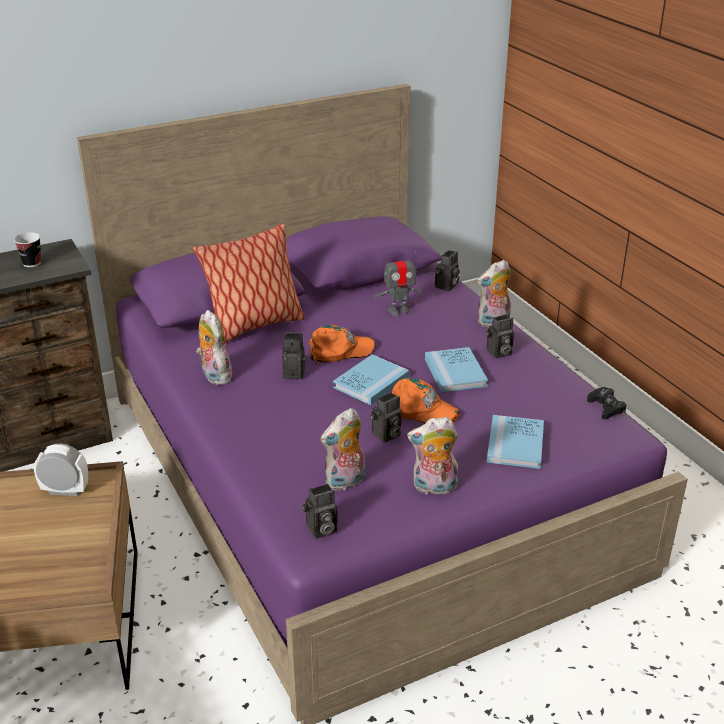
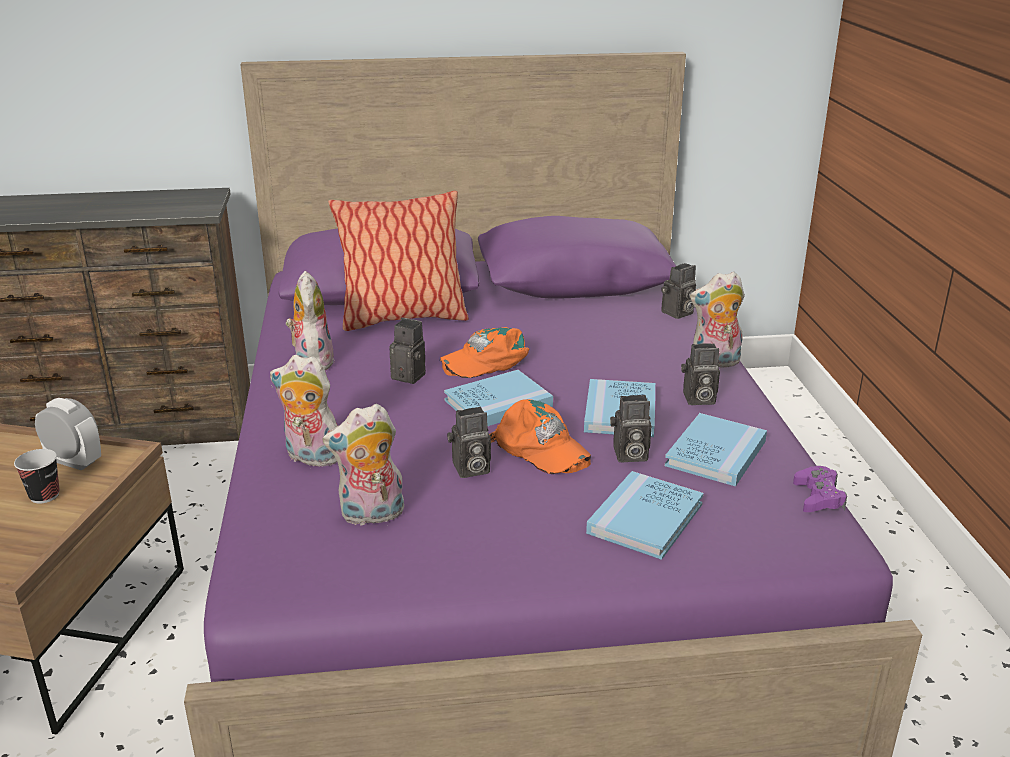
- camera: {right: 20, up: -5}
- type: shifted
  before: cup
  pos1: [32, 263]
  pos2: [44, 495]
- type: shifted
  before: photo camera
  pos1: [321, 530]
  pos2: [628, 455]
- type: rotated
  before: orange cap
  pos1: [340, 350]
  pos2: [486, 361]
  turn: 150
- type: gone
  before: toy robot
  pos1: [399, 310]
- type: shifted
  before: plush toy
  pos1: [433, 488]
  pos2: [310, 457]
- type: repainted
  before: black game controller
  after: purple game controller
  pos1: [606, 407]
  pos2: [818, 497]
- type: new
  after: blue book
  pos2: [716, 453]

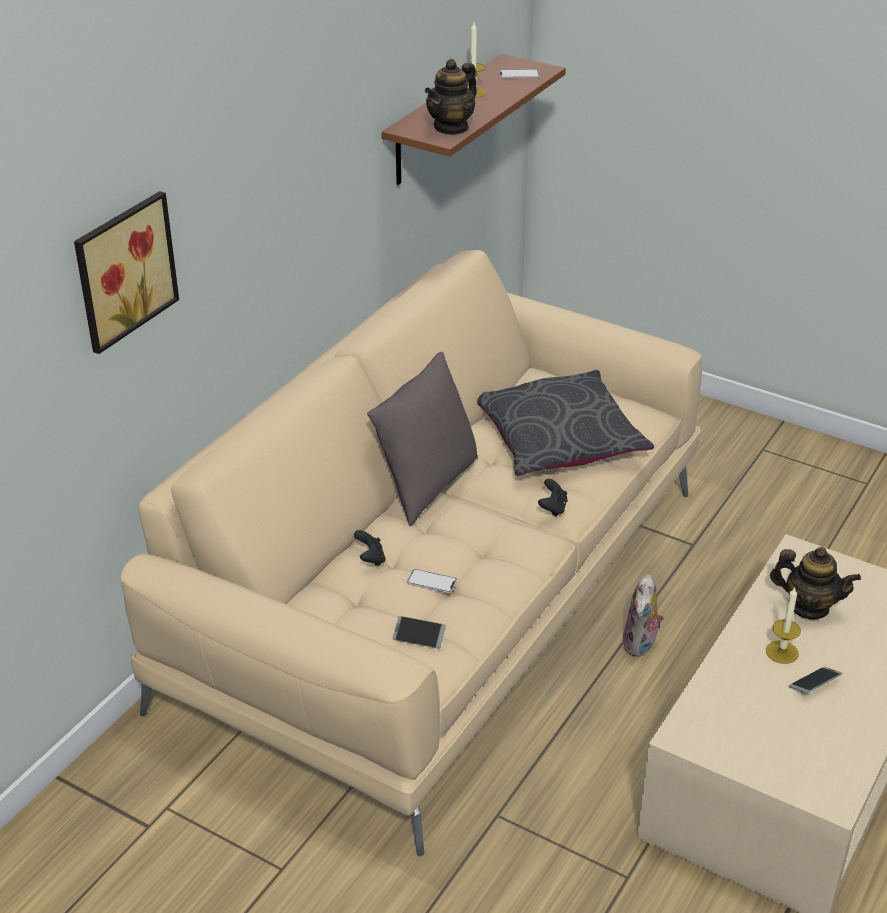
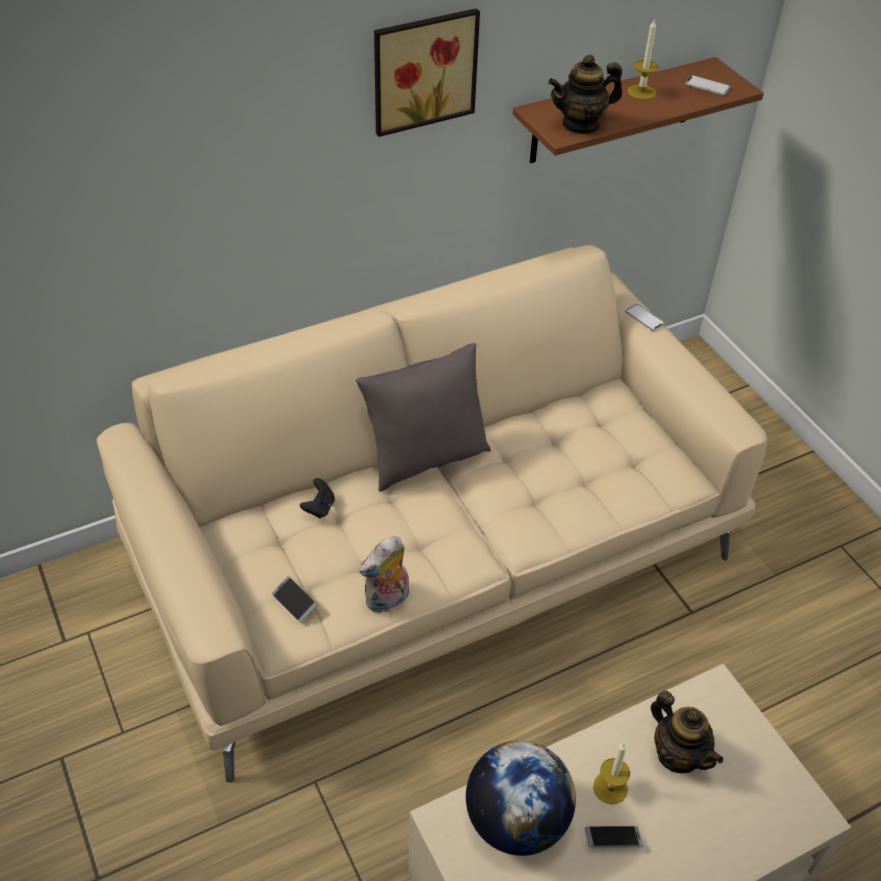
- camera: {right: 30, up: 10}
- type: shifted
  before: picture
  pos1: [122, 269]
  pos2: [423, 69]
- type: shifted
  before: phone
  pos1: [432, 582]
  pos2: [644, 318]
- type: gone
  before: grey pillow
  pos1: [558, 438]
- type: gone
  before: black game controller
  pos1: [553, 508]
- type: shifted
  before: plush toy
  pos1: [641, 645]
  pos2: [387, 601]
- type: new
  after: globe
  pos2: [516, 821]

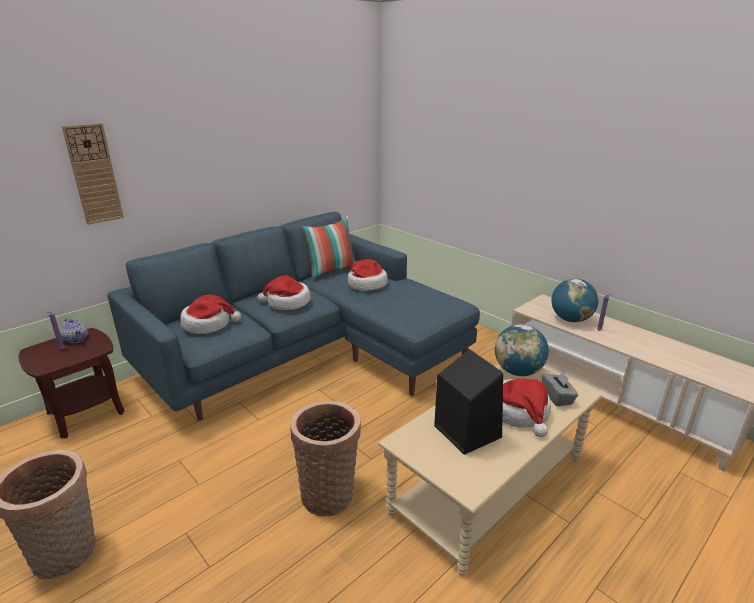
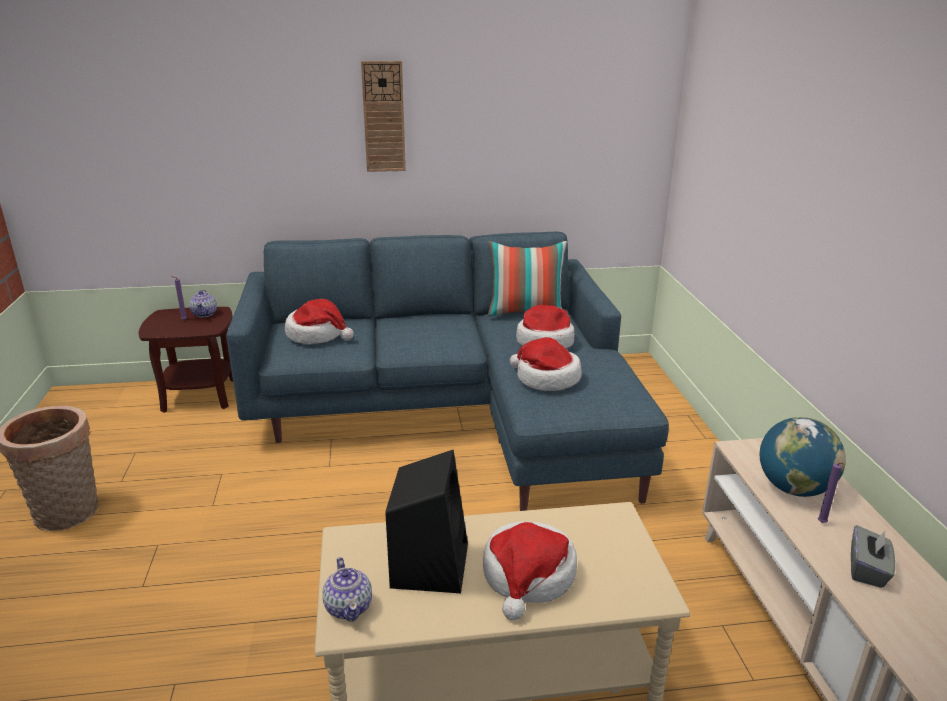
- camera: {right: 35, up: 0}
- type: shifted
  before: wall clock
  pos1: [94, 174]
  pos2: [383, 117]
- type: shifted
  before: hat
  pos1: [287, 302]
  pos2: [546, 378]
- type: gone
  before: basket
  pos1: [329, 493]
- type: gone
  before: globe
  pos1: [518, 371]
- type: shifted
  before: grey tissue box
  pos1: [557, 397]
  pos2: [867, 570]
- type: new
  after: teapot
  pos2: [349, 606]

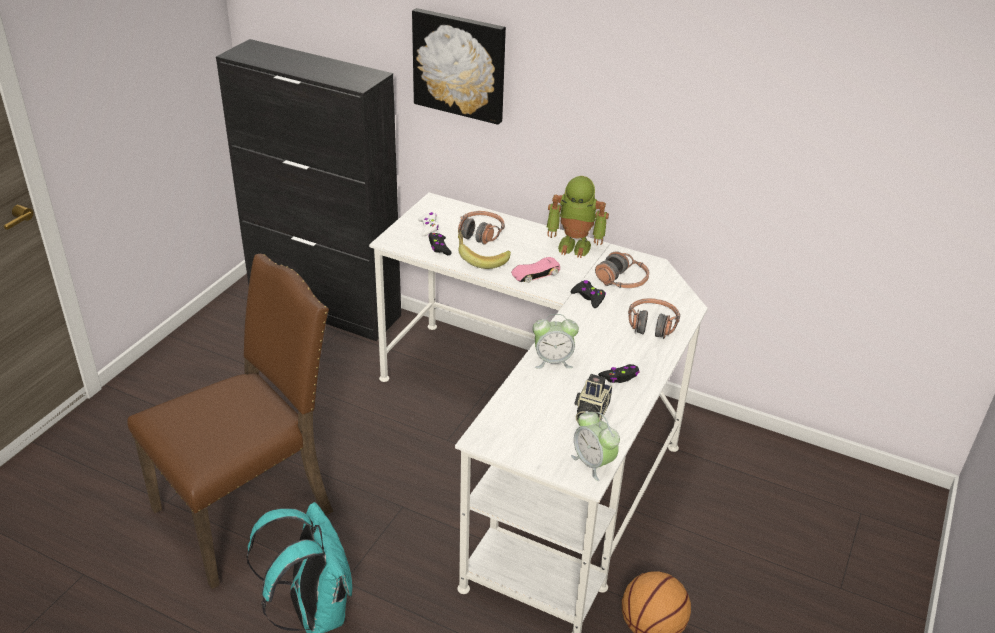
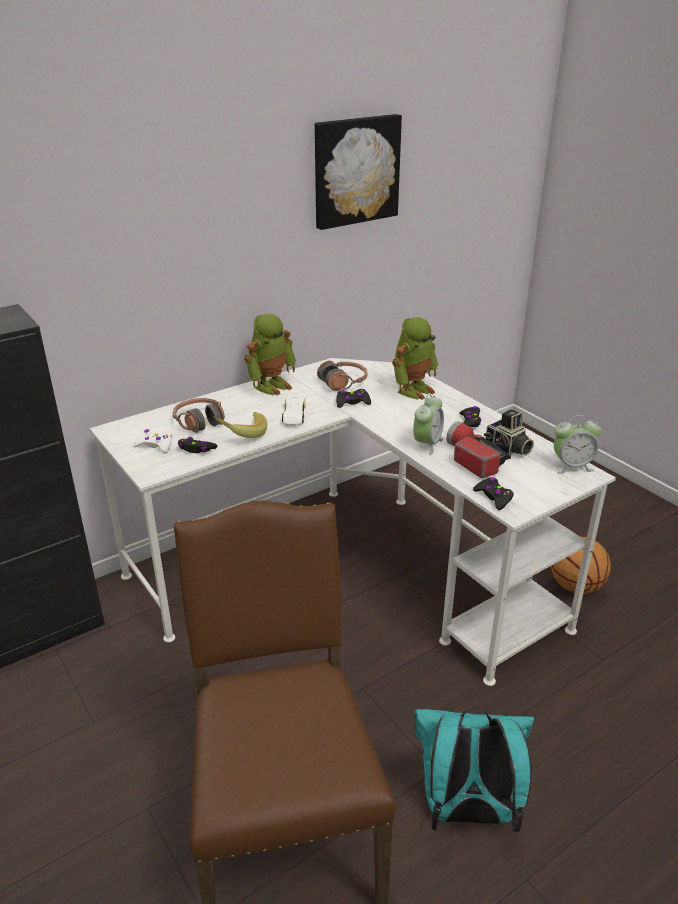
- camera: {right: -60, up: -5}
- type: shifted
  before: picture
  pos1: [460, 65]
  pos2: [355, 170]
- type: repainted
  before: pink toy car
  after: white toy car
  pos1: [535, 274]
  pos2: [294, 415]
- type: swapped
  before: headphones
  after: toy robot
  pos1: [652, 325]
  pos2: [413, 389]
- type: new
  after: flashlight
  pos2: [472, 459]
- type: new
  after: black game controller
  pos2: [493, 497]

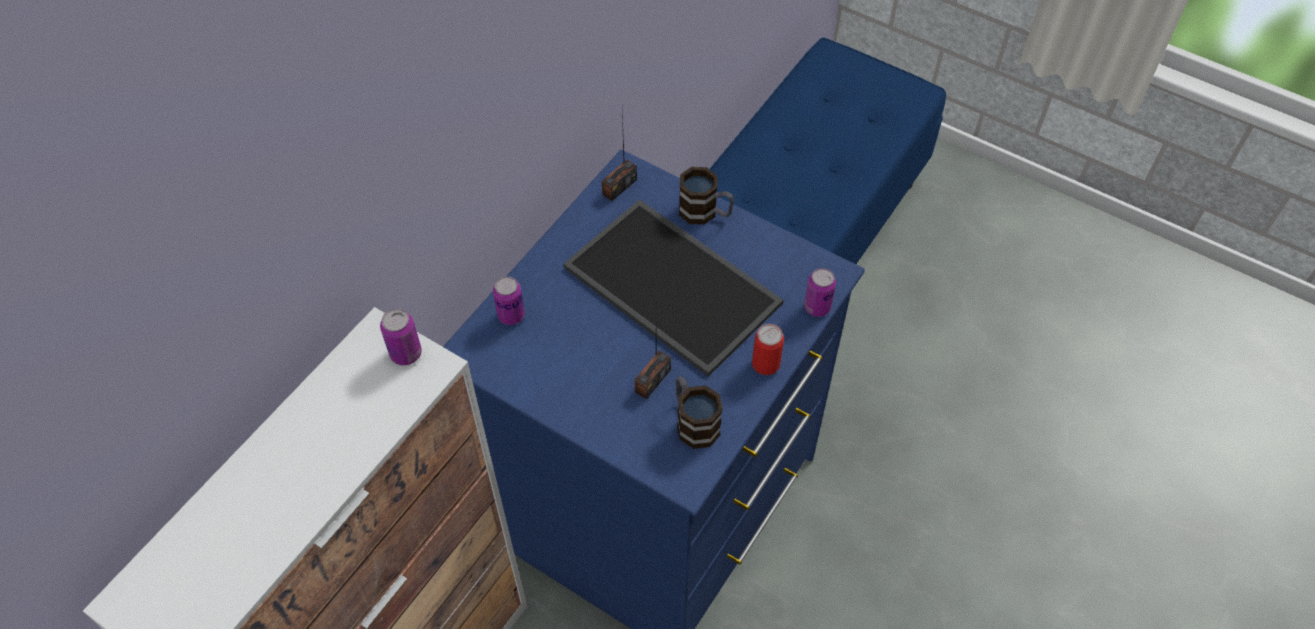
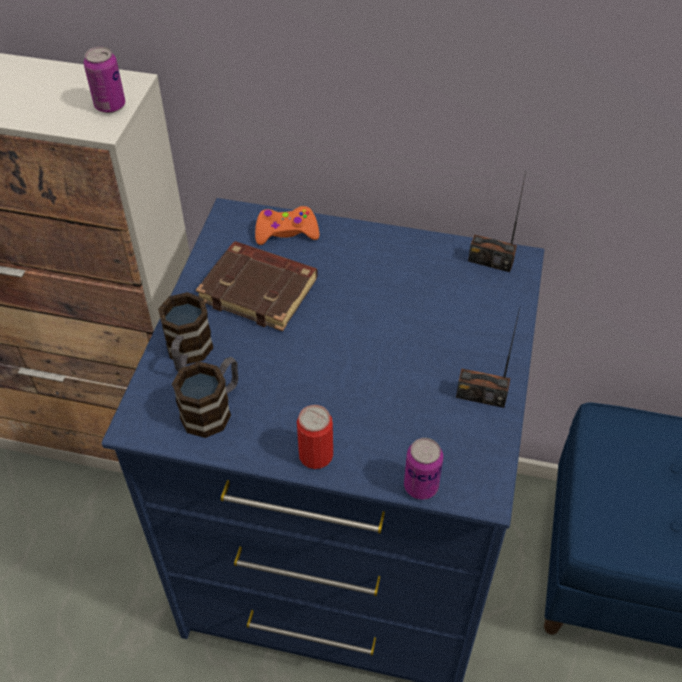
- camera: {right: 70, up: -5}
- type: swapped
  before: can
  after: orange game controller
  pos1: [511, 315]
  pos2: [286, 232]
- type: gone
  before: tray
  pos1: [675, 285]
- type: shifted
  before: radio
  pos1: [652, 380]
  pos2: [481, 395]
- type: shifted
  before: mug
  pos1: [705, 213]
  pos2: [187, 354]
- type: new
  after: brown book
  pos2: [260, 290]

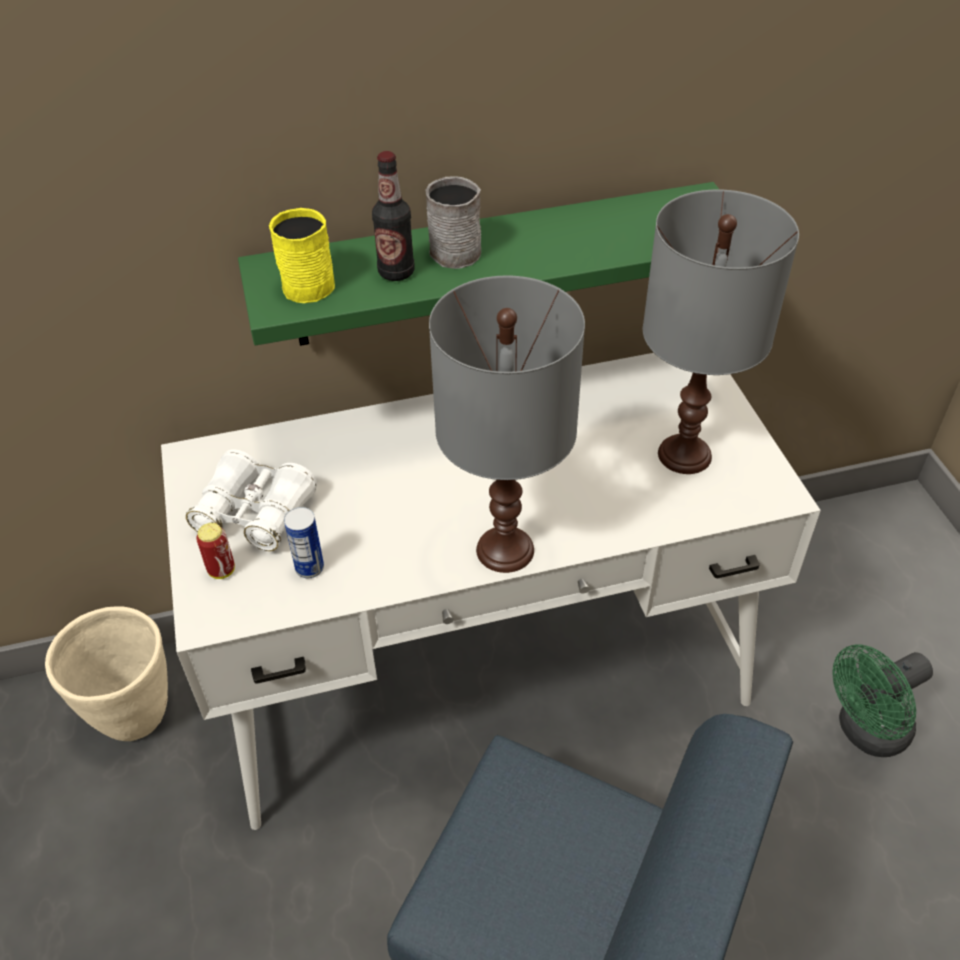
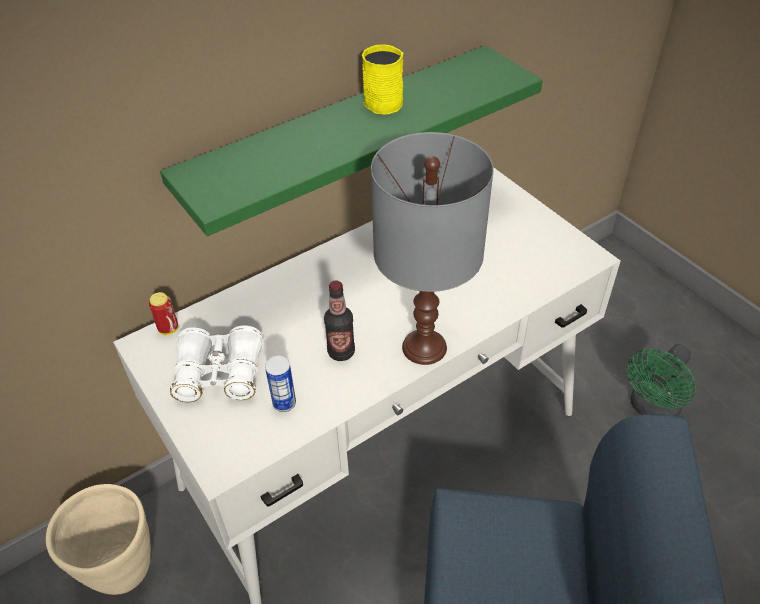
- camera: {right: -20, up: 0}
- type: shifted
  before: can
  pos1: [221, 570]
  pos2: [168, 329]
- type: shifted
  before: yellow mug
  pos1: [307, 281]
  pos2: [380, 100]
- type: shifted
  before: bottle
  pos1: [396, 272]
  pos2: [341, 352]
- type: gone
  before: grey mug
  pos1: [451, 249]
- type: gone
  before: grey table lamp
  pos1: [683, 454]

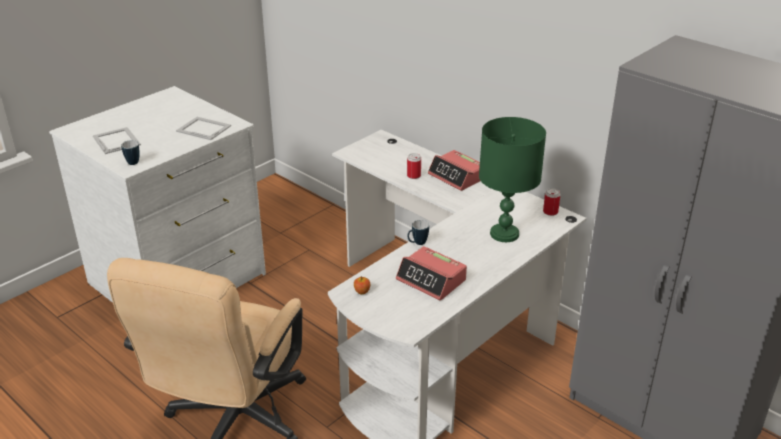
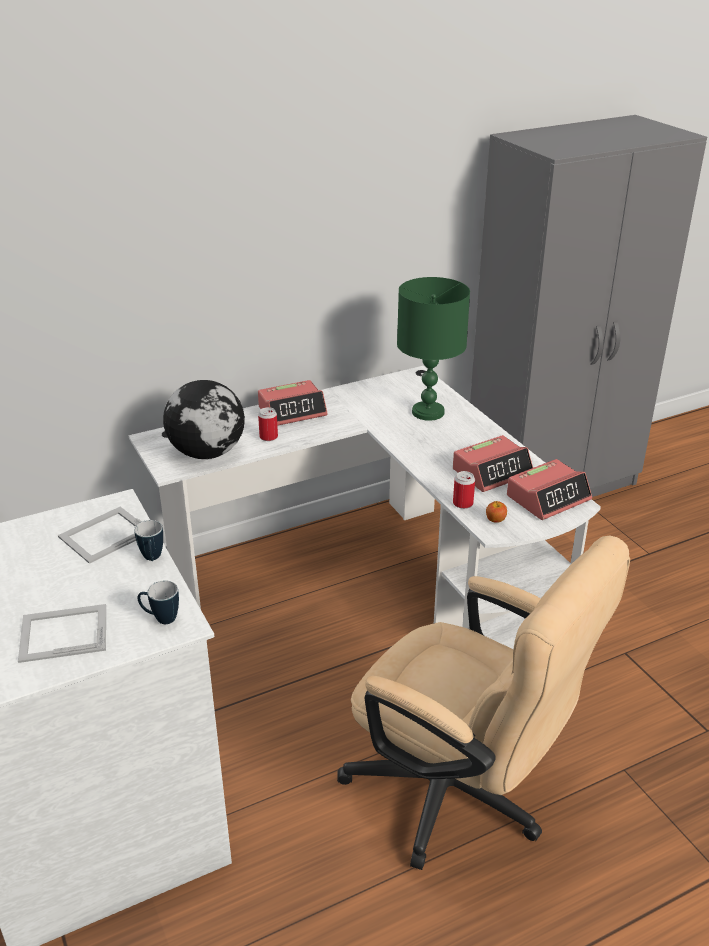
- camera: {right: -70, up: 0}
- type: shifted
  before: mug
  pos1: [417, 243]
  pos2: [152, 559]
- type: shifted
  before: can
  pos1: [550, 212]
  pos2: [463, 503]
- type: new
  after: globe
  pos2: [208, 453]
- type: new
  after: alarm clock
  pos2: [548, 498]

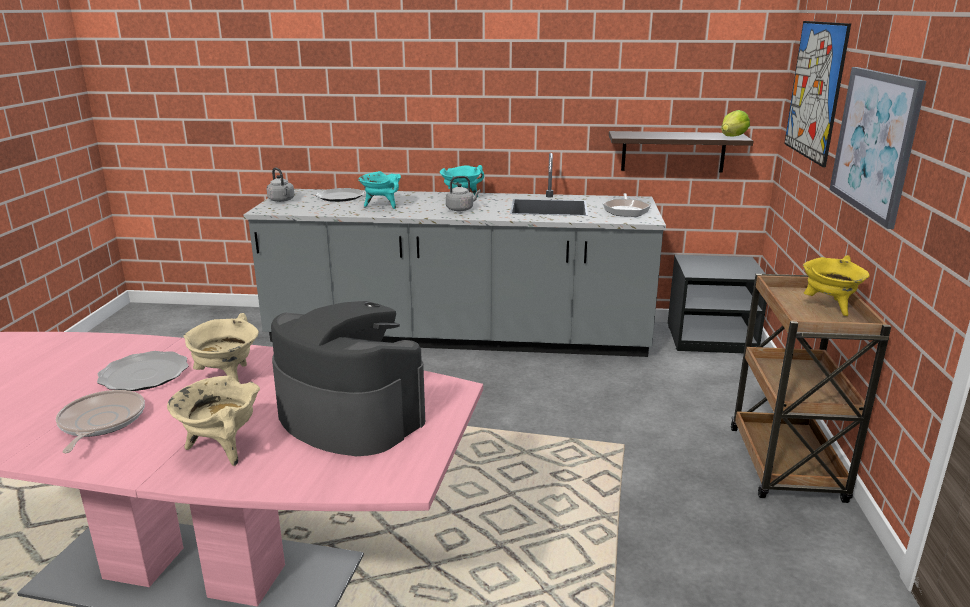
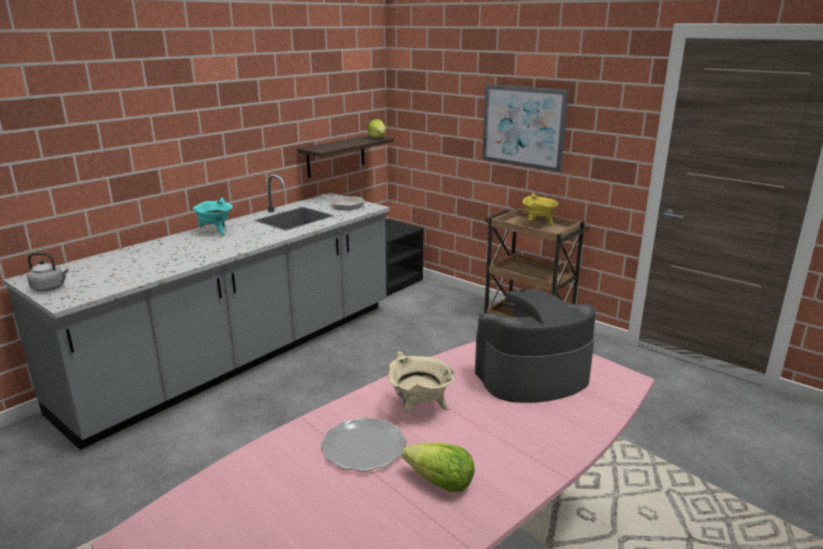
- camera: {right: -55, up: 0}
- type: swapped
  before: frying pan
  after: lettuce
  pos1: [100, 422]
  pos2: [440, 483]
- type: gone
  before: beige cooking pot
  pos1: [221, 448]
- type: gone
  before: plate
  pos1: [340, 197]
- type: gone
  before: turquoise cooking pot
  pos1: [382, 205]
- type: gone
  before: grey kettle
  pos1: [461, 209]
- type: gone
  before: picture
  pos1: [815, 90]

